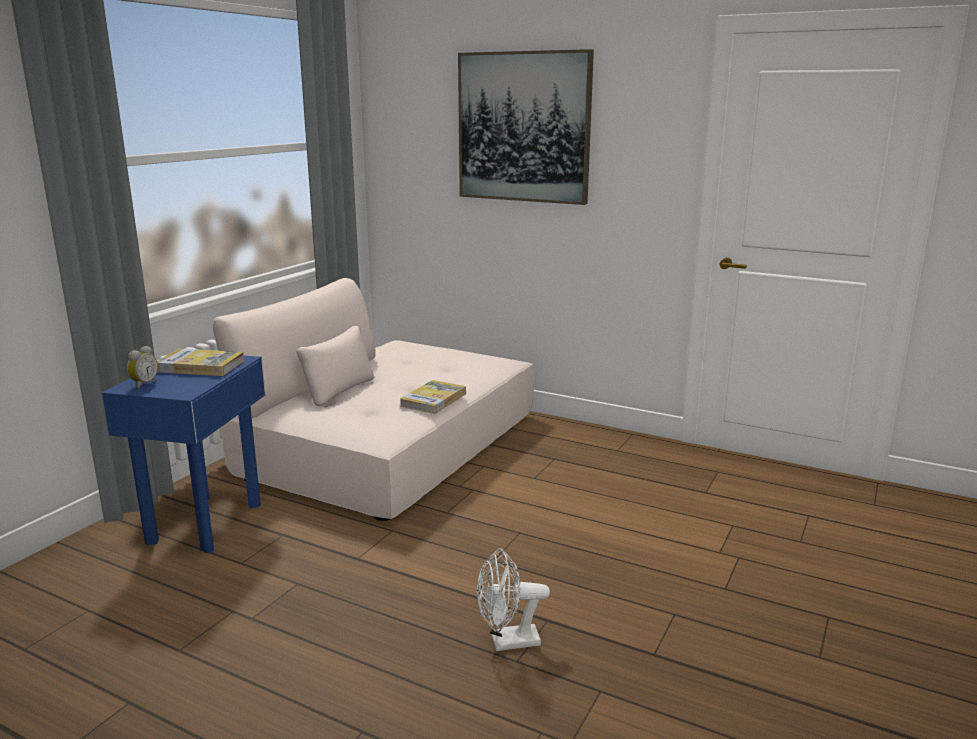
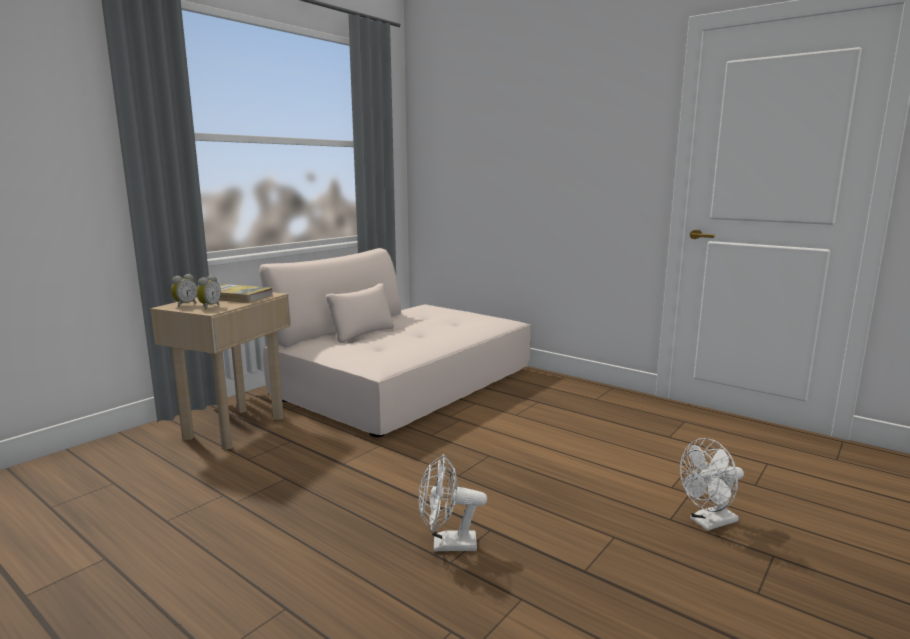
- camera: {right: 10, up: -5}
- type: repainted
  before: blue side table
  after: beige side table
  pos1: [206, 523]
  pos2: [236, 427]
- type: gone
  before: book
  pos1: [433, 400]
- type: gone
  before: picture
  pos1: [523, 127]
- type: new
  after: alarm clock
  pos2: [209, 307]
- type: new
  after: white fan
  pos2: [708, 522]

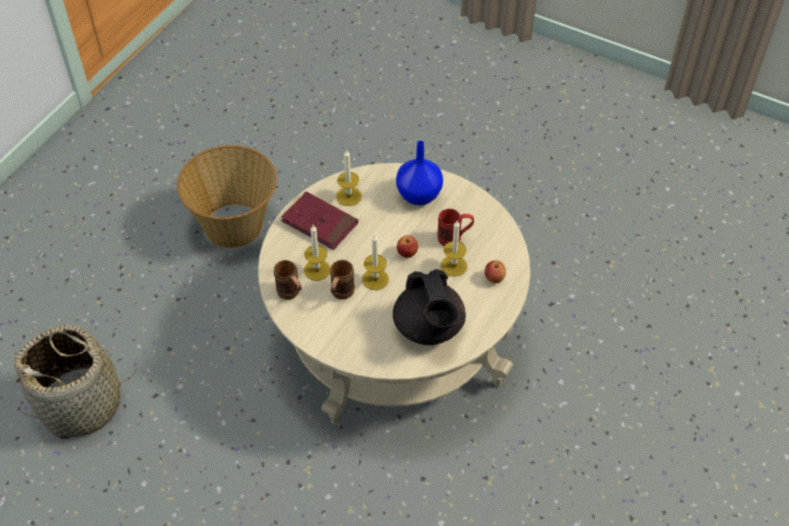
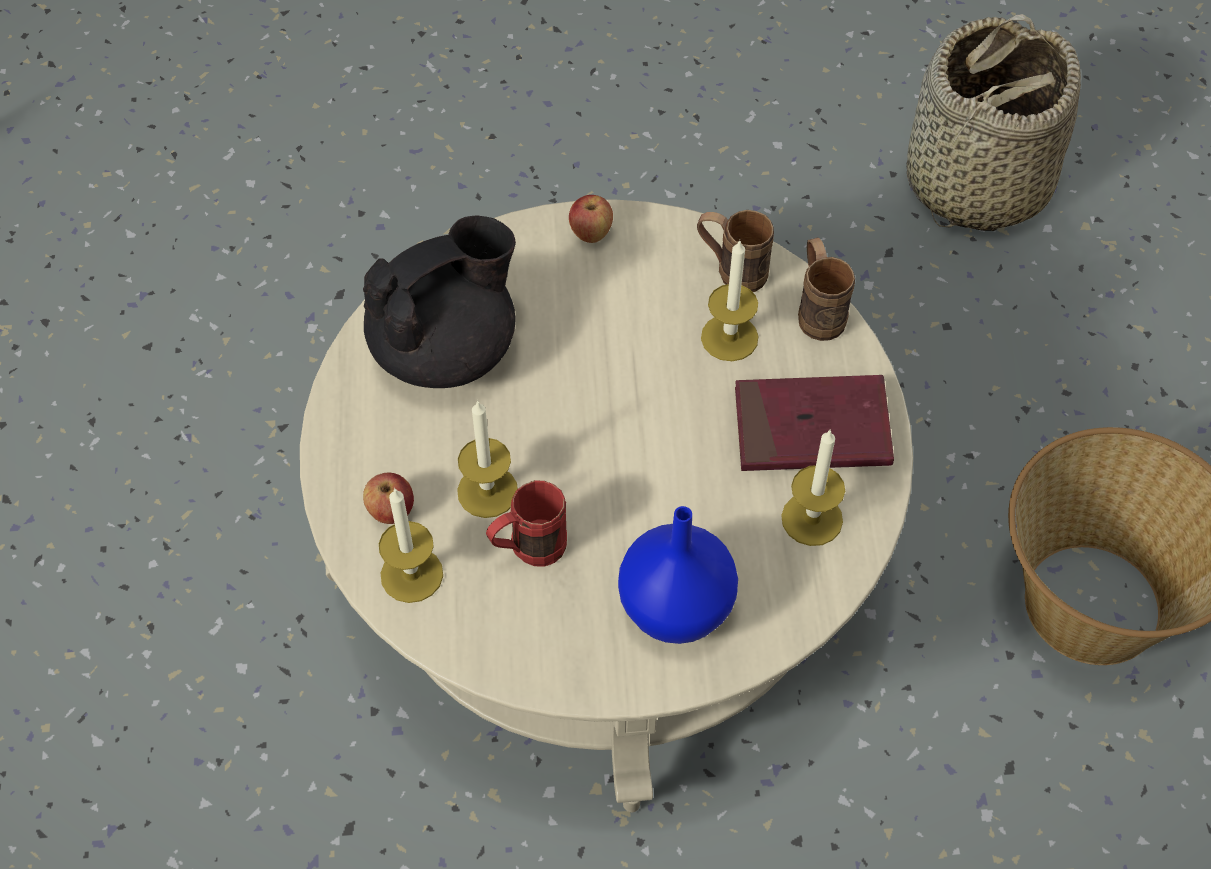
- camera: {right: 145, up: 5}
- type: shifted
  before: brown mug
  pos1: [340, 295]
  pos2: [818, 311]
- type: shifted
  before: candle
  pos1: [375, 279]
  pos2: [411, 574]
- type: rotated
  before: black teapot
  pos1: [429, 328]
  pos2: [446, 348]
  turn: 105
- type: shifted
  before: apple
  pos1: [407, 253]
  pos2: [591, 233]

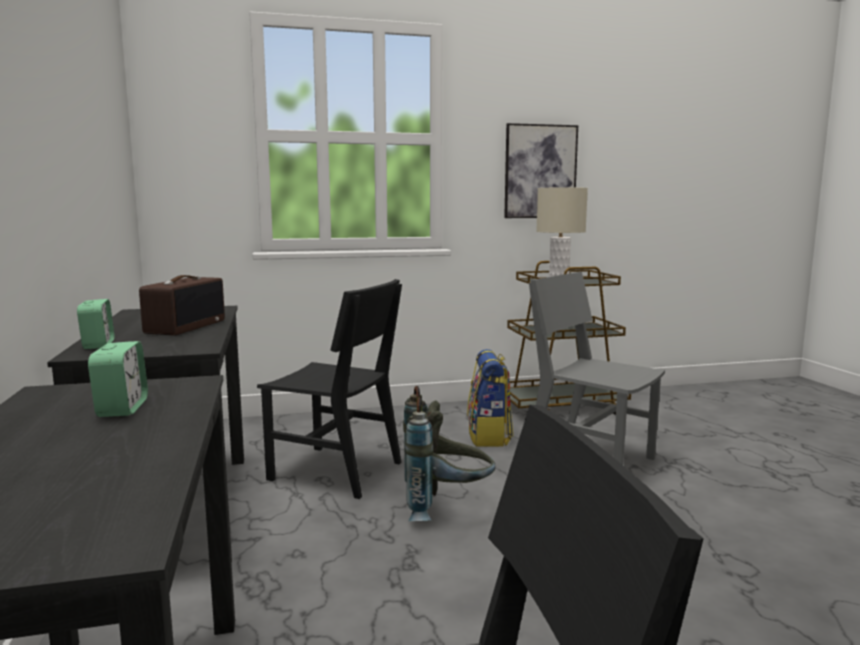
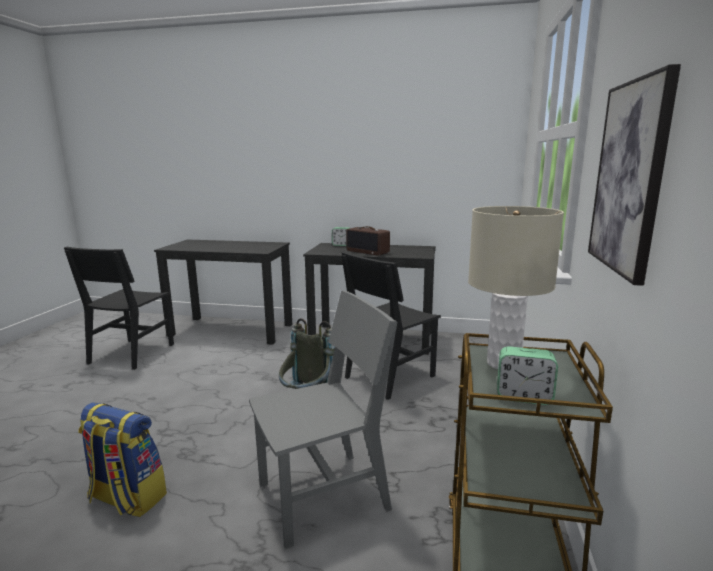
- camera: {right: 115, up: 5}
- type: shifted
  before: alarm clock
  pos1: [122, 408]
  pos2: [524, 397]
- type: shifted
  before: backpack
  pos1: [489, 437]
  pos2: [126, 498]

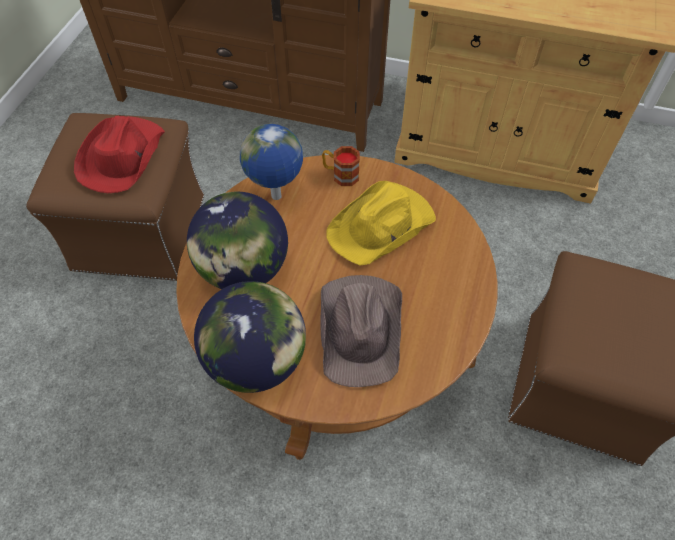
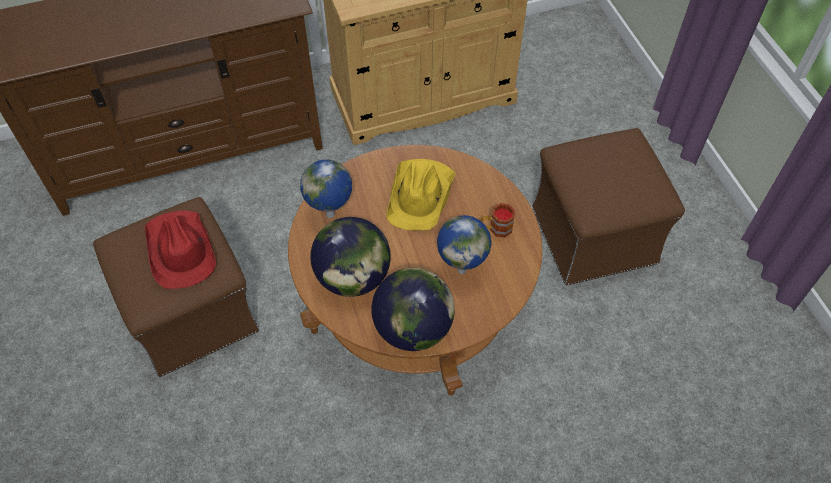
- camera: {right: -35, up: 0}
- type: swapped
  before: brown hat
  after: globe
  pos1: [361, 329]
  pos2: [462, 269]
- type: shifted
  before: mug
  pos1: [340, 175]
  pos2: [496, 228]

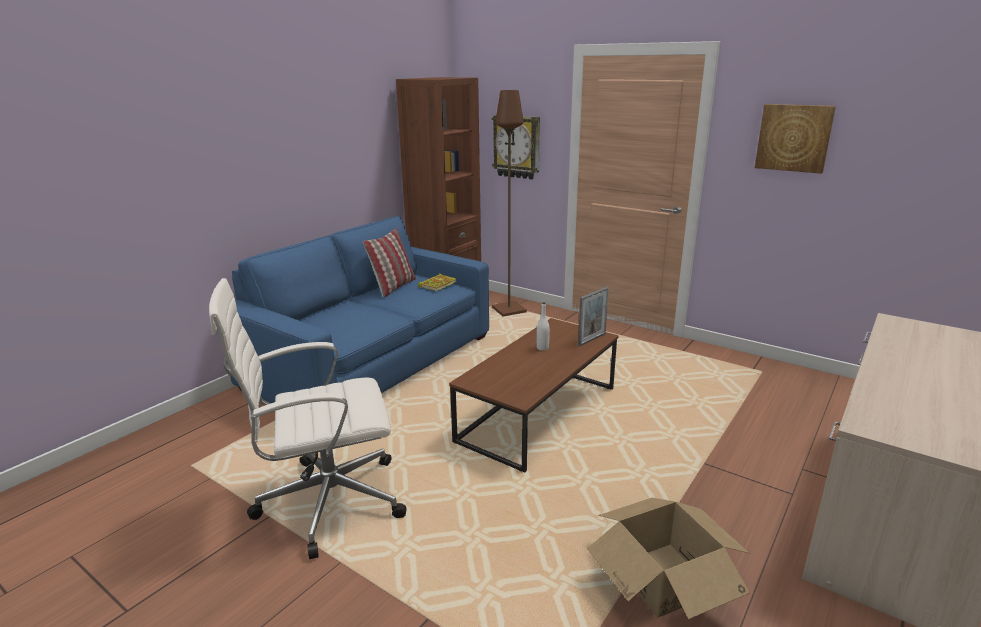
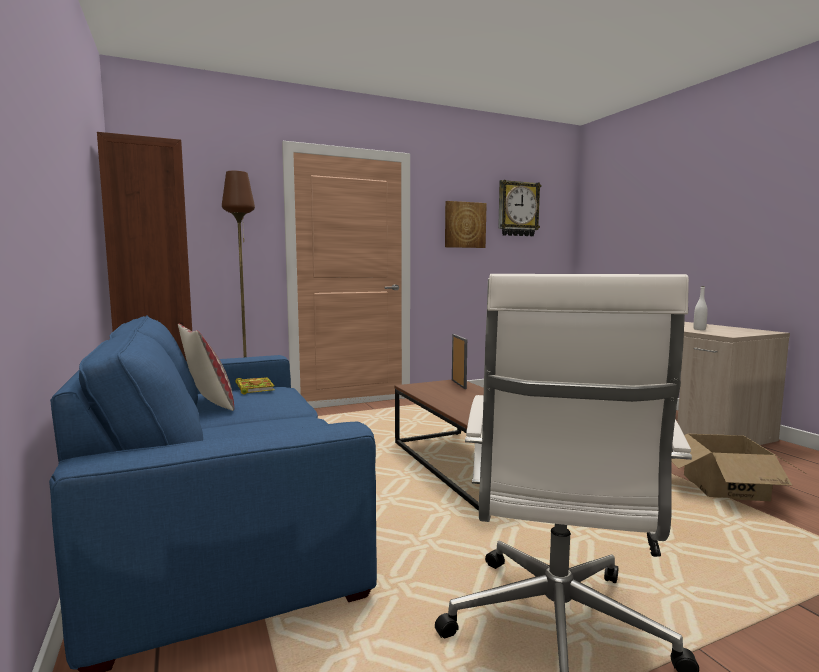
- camera: {right: -60, up: -15}
- type: shifted
  before: wall clock
  pos1: [517, 147]
  pos2: [517, 209]
- type: shifted
  before: white bottle
  pos1: [542, 348]
  pos2: [699, 329]

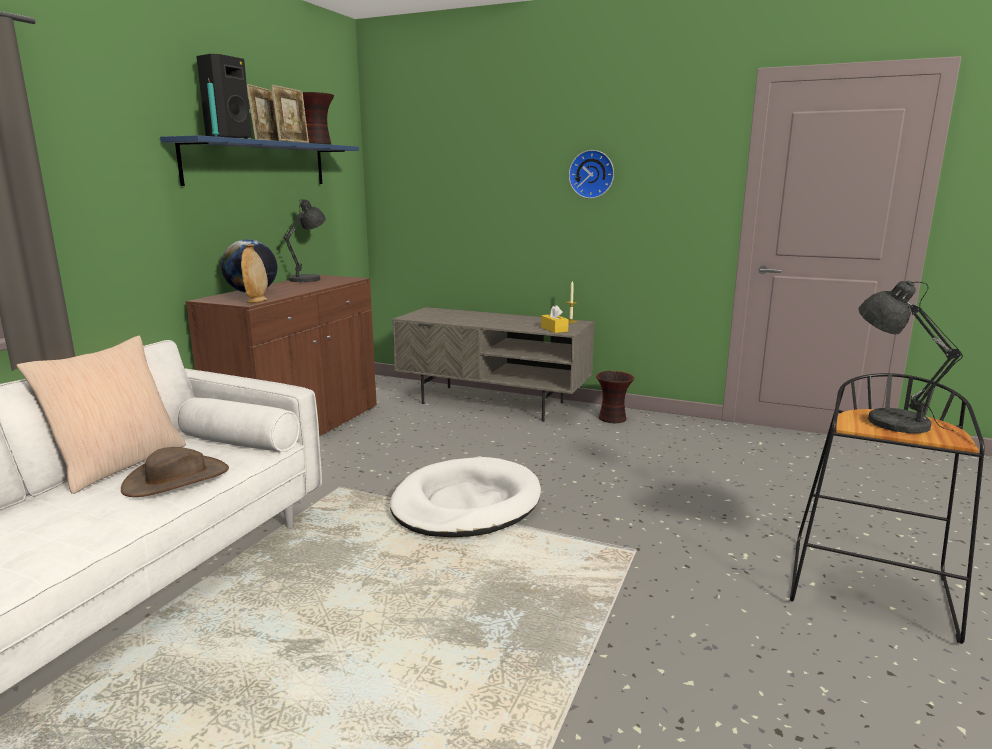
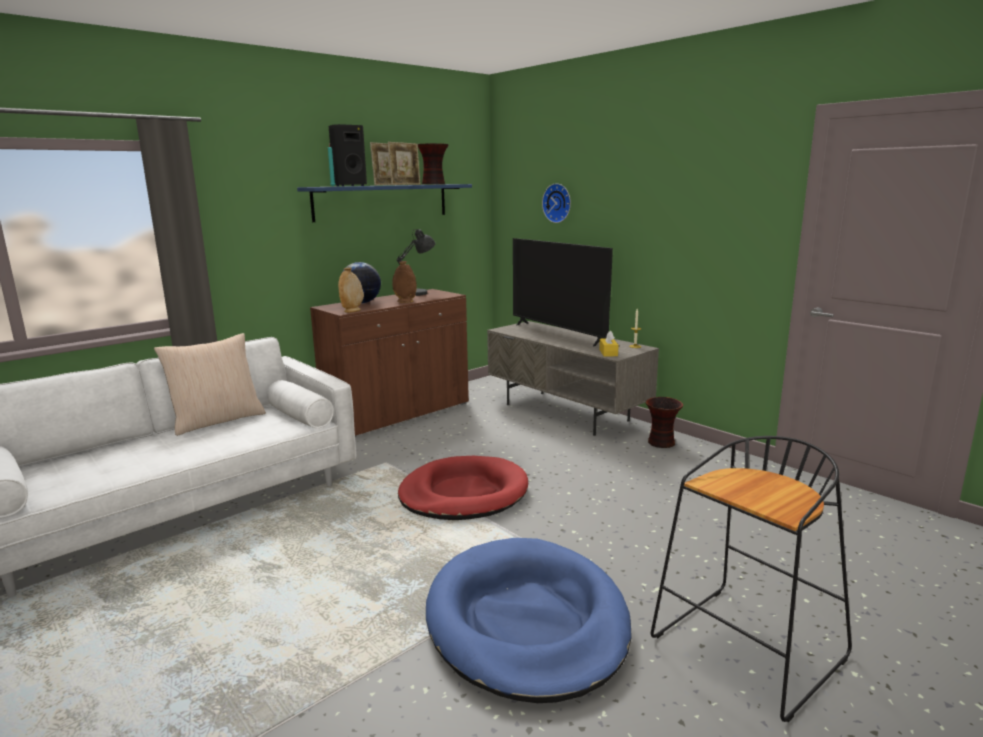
- camera: {right: 25, up: 0}
- type: gone
  before: brown hat
  pos1: [176, 479]
- type: repainted
  before: white dog bed
  after: red dog bed
  pos1: [466, 504]
  pos2: [463, 493]
- type: shifted
  before: wall clock
  pos1: [592, 174]
  pos2: [558, 203]
- type: gone
  before: grey table lamp
  pos1: [891, 421]
- type: new
  after: brown vase
  pos2: [405, 301]
- type: new
  after: blue dog bed
  pos2: [527, 622]
- type: new
  after: television
  pos2: [558, 333]

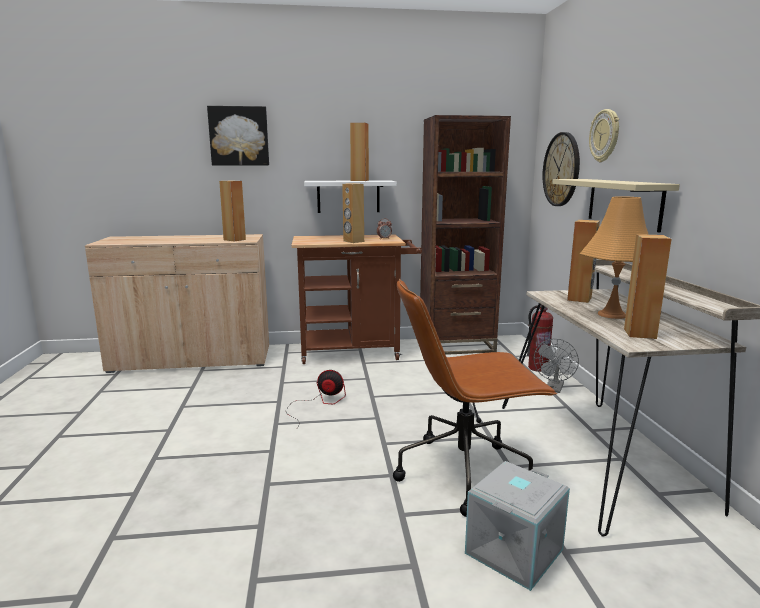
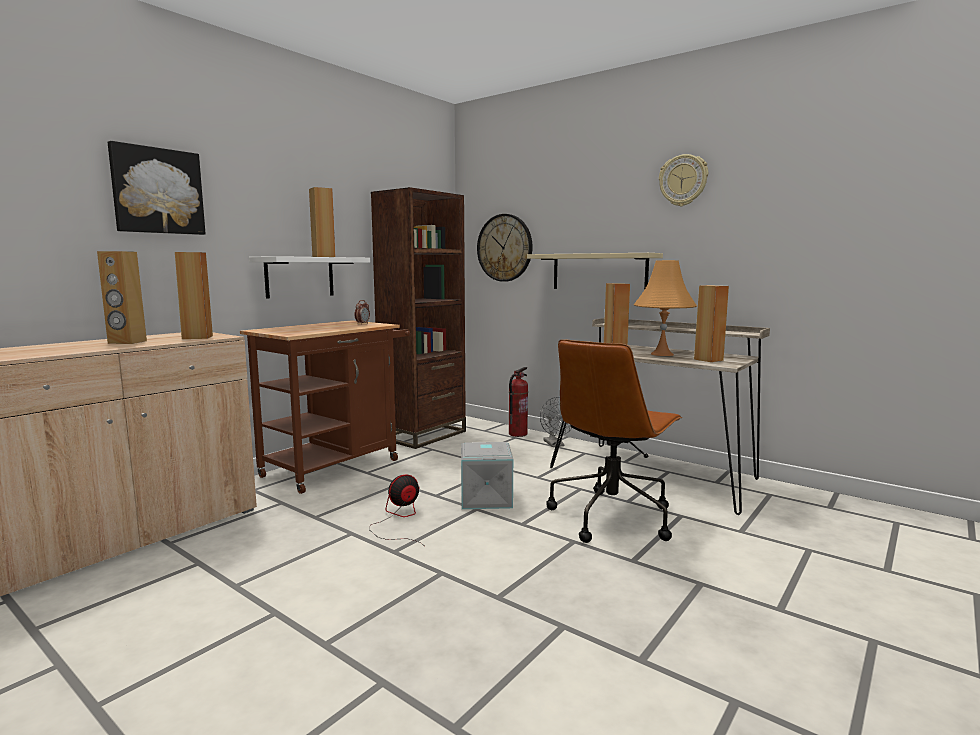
- camera: {right: -45, up: -5}
- type: shifted
  before: brown speaker
  pos1: [353, 241]
  pos2: [127, 342]
- type: shifted
  before: grey storage box
  pos1: [512, 550]
  pos2: [485, 498]
- type: shifted
  before: wall clock
  pos1: [605, 136]
  pos2: [683, 180]

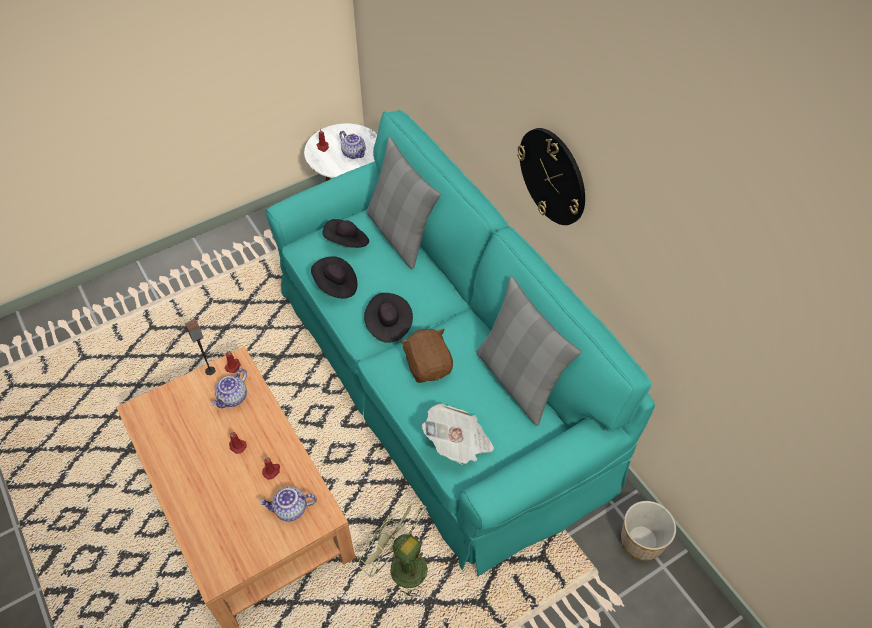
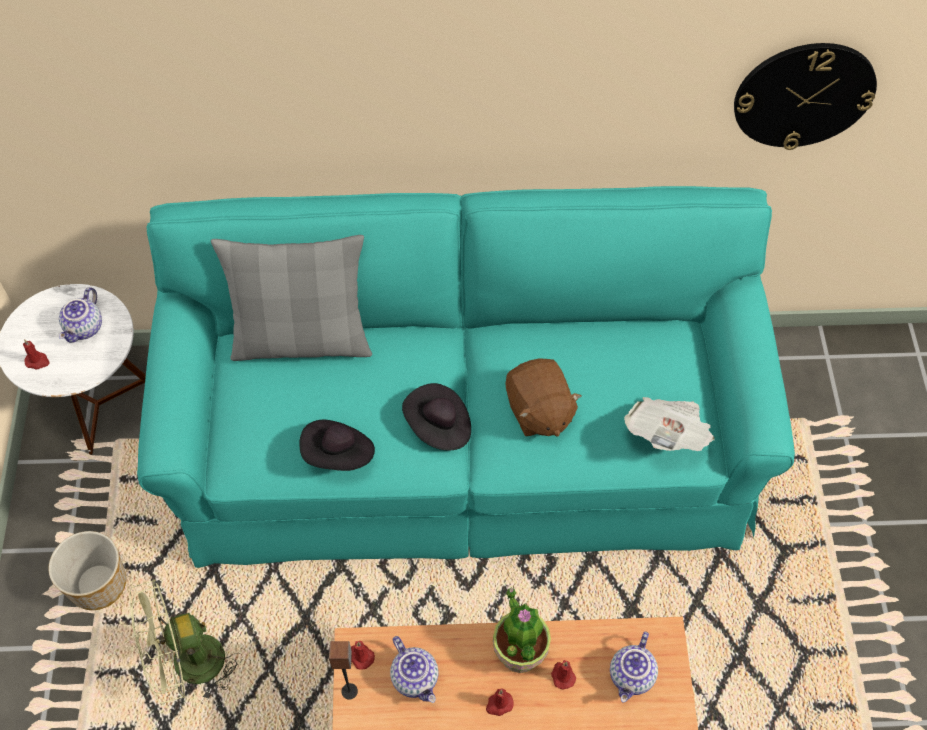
- camera: {right: -60, up: 5}
- type: gone
  before: black hat
  pos1: [347, 242]
- type: rotated
  before: teapot
  pos1: [354, 153]
  pos2: [85, 328]
  turn: 120
- type: shifted
  before: green fan
  pos1: [400, 566]
  pos2: [188, 666]
- type: rotated
  before: brown plush toy
  pos1: [428, 366]
  pos2: [538, 411]
  turn: -120
- type: gone
  before: grey pillow
  pos1: [518, 380]
- type: shifted
  before: wall clock
  pos1: [553, 176]
  pos2: [803, 95]
- type: shifted
  before: planter
  pos1: [642, 540]
  pos2: [98, 583]
- type: new
  after: potted plant
  pos2: [520, 652]

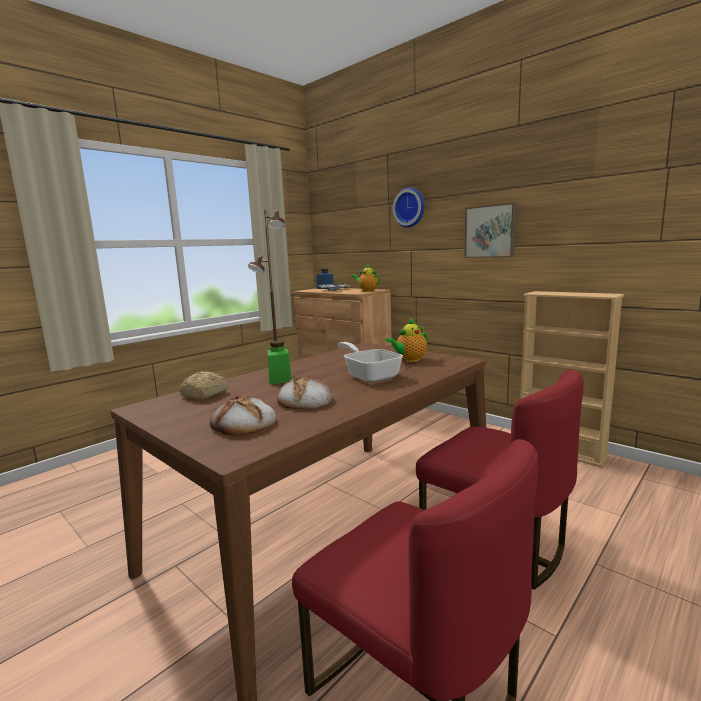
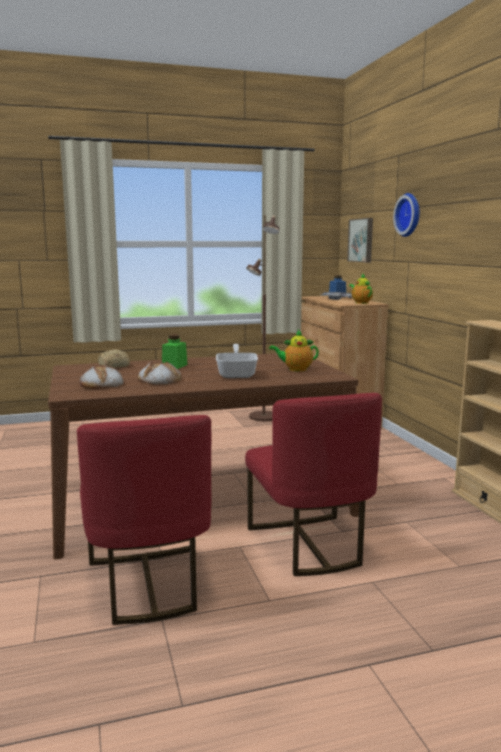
- camera: {right: 30, up: 0}
- type: shifted
  before: picture
  pos1: [490, 231]
  pos2: [362, 240]

